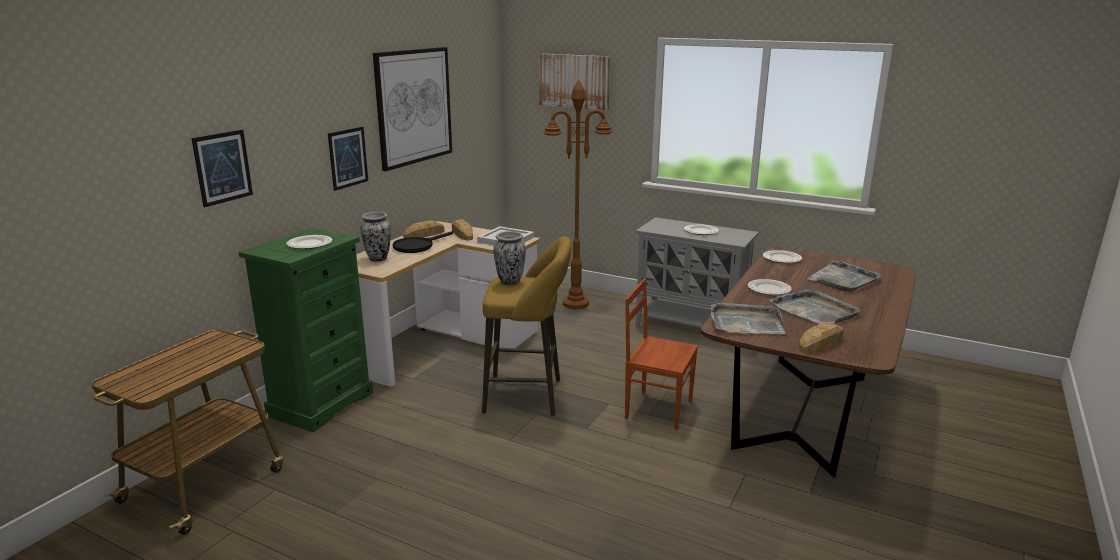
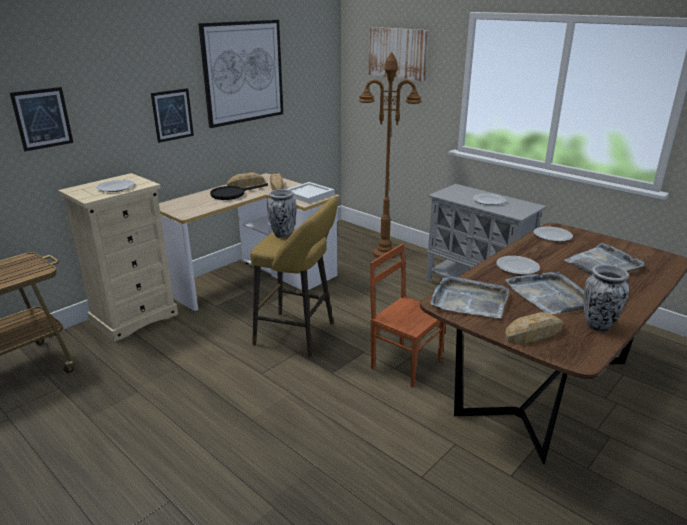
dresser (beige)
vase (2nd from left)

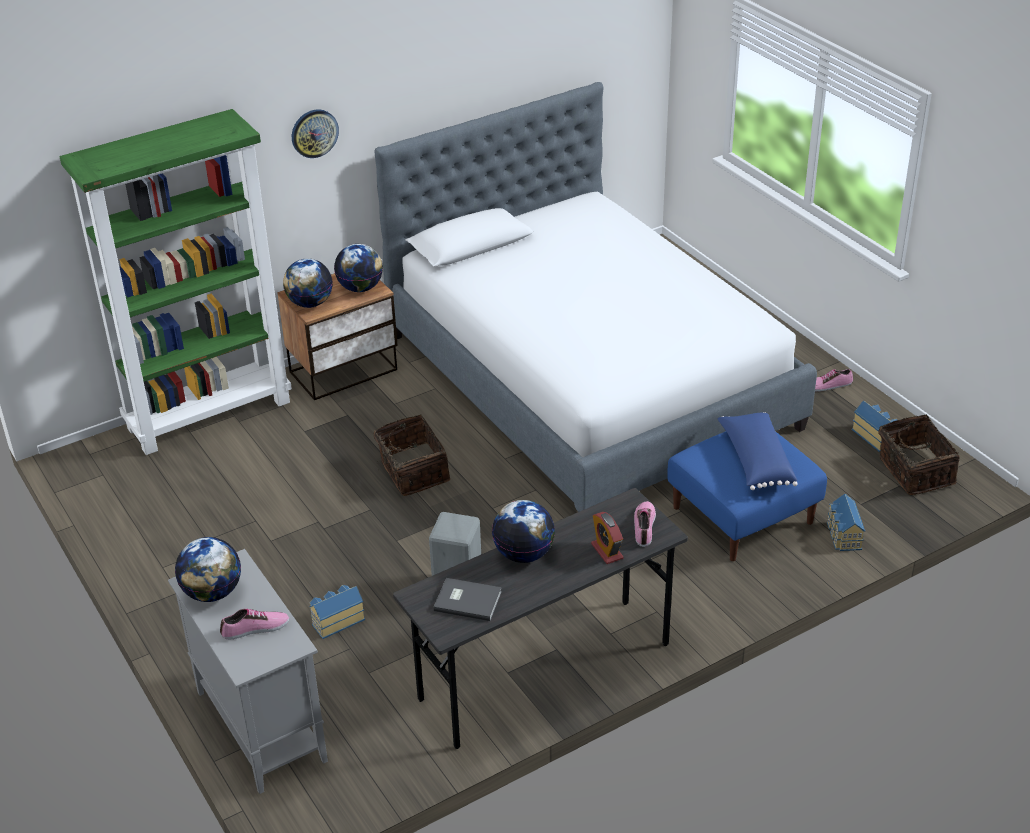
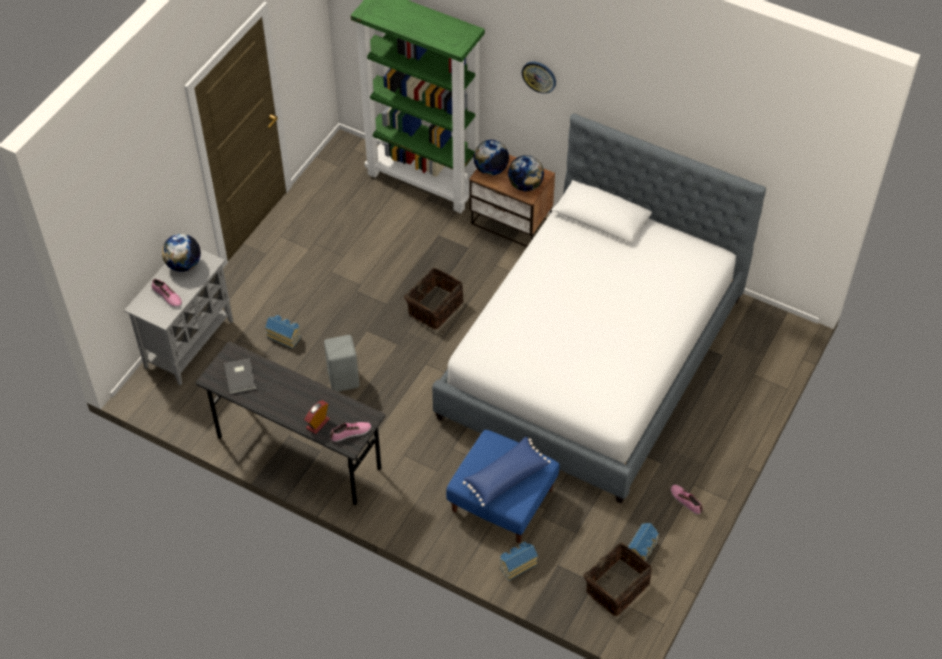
globe (4th from left in the first image)

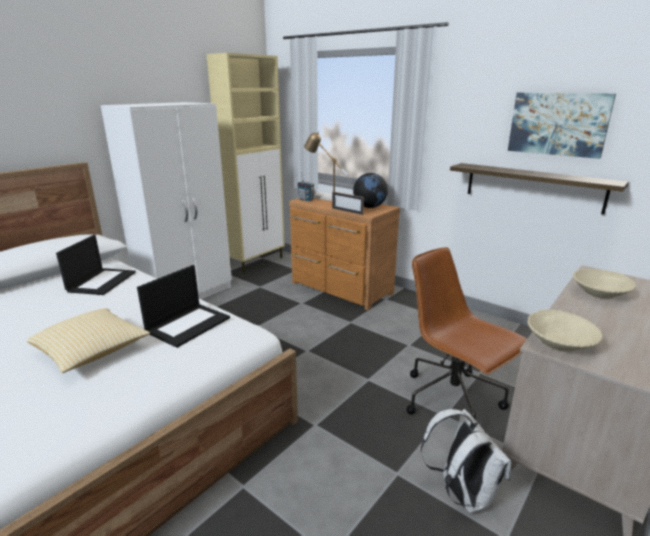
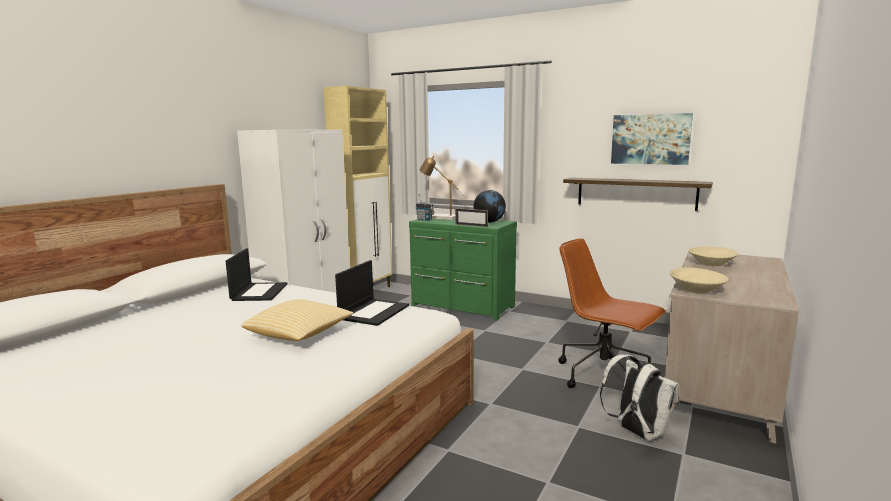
dresser (green)

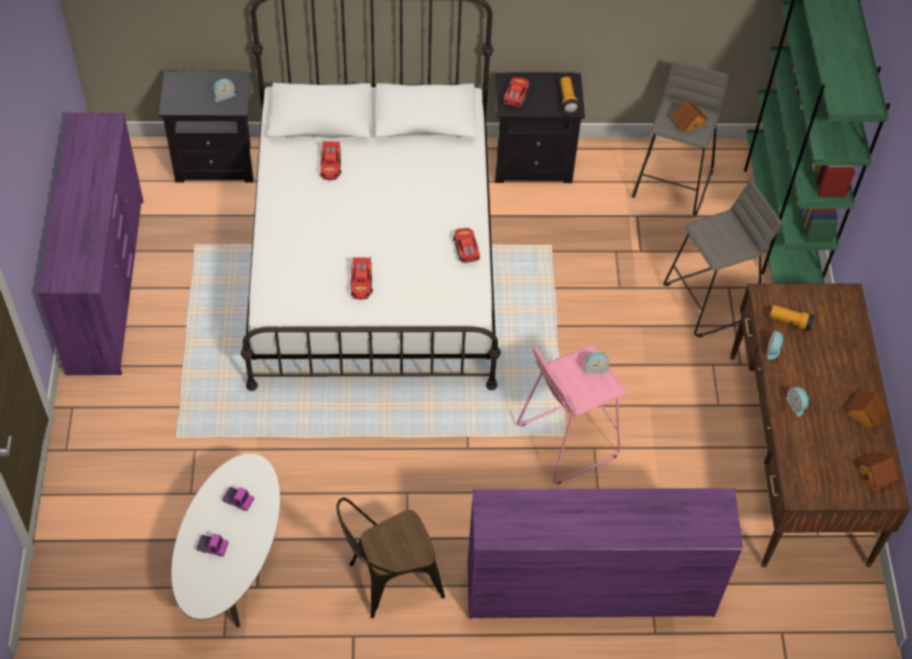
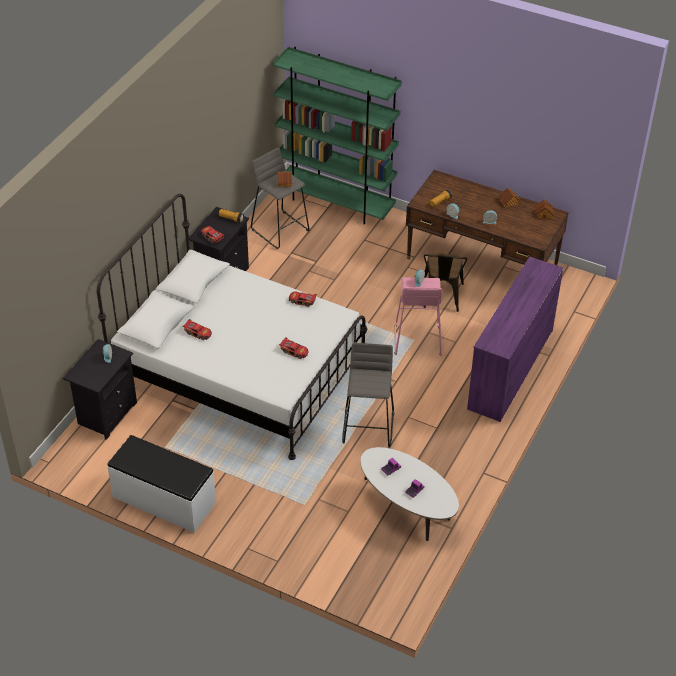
bench (white)
stool (grey) (2nd from left)
chair (brown)

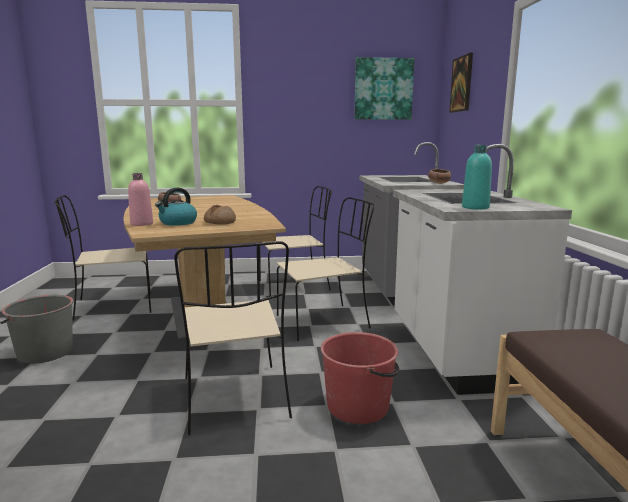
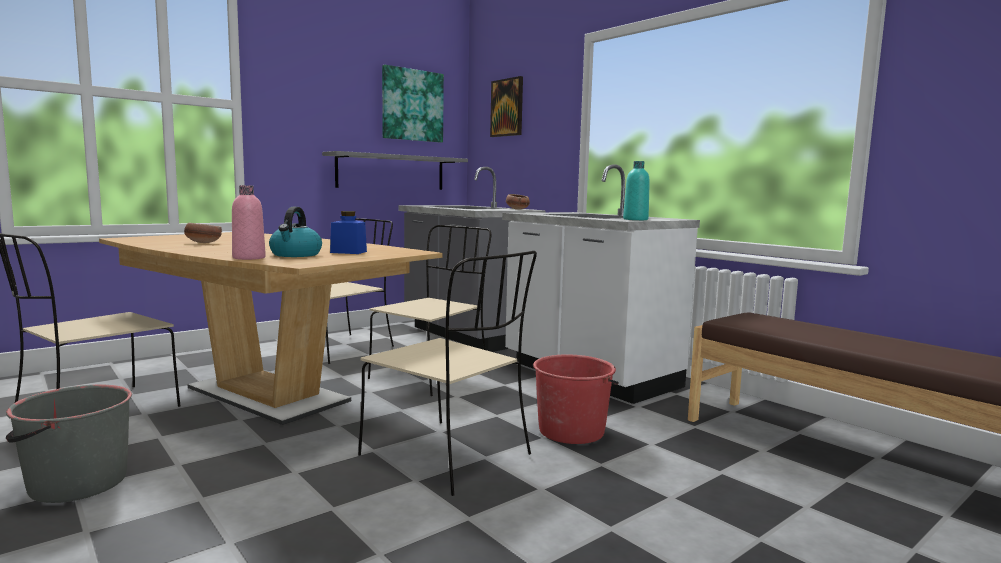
shelf (grey)
jar (blue)

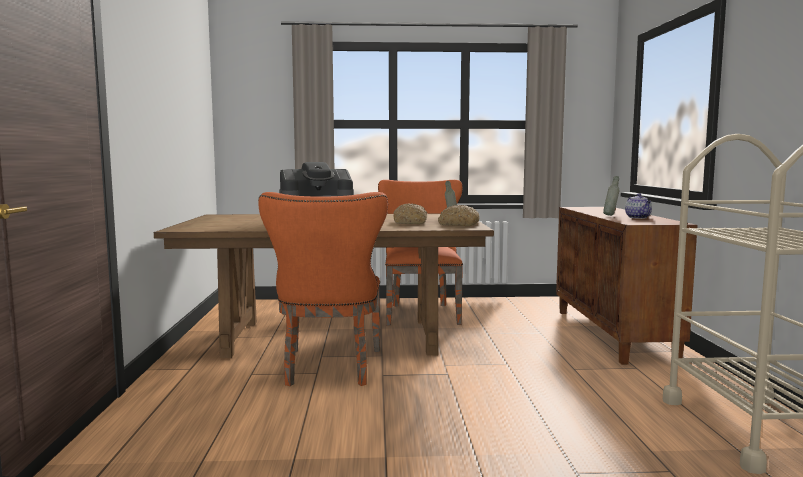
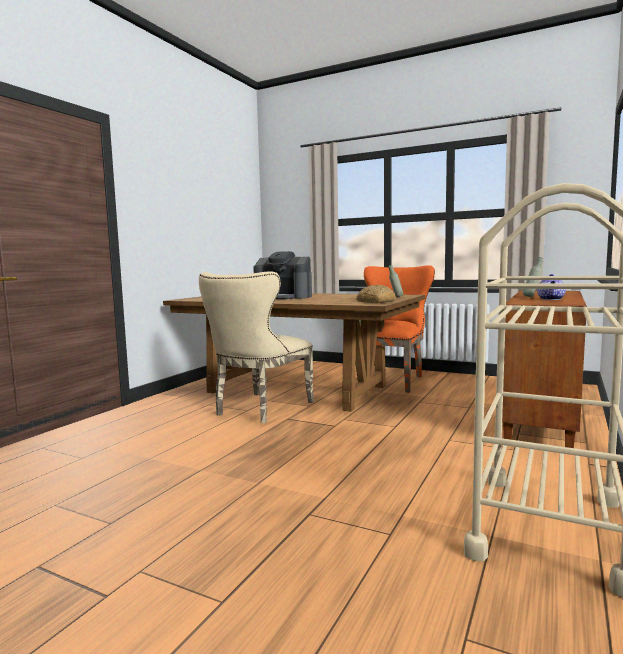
chair (beige)
bread (1st from left in the first image)

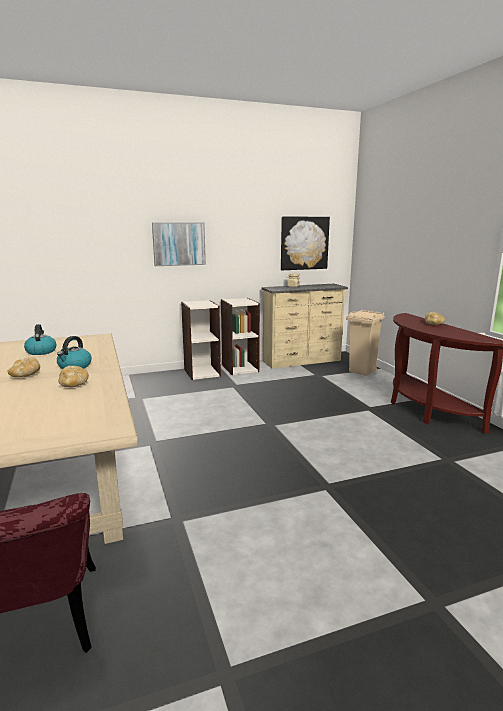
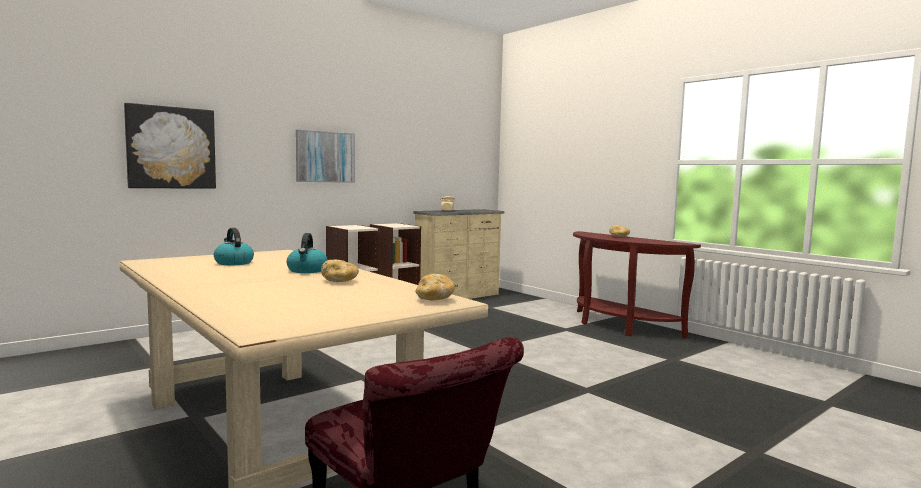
picture (1st from left)
bread (2nd from left)
trash can (beige)

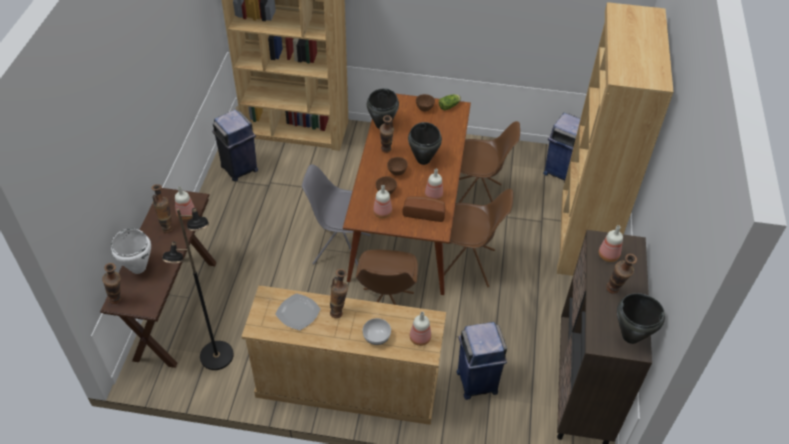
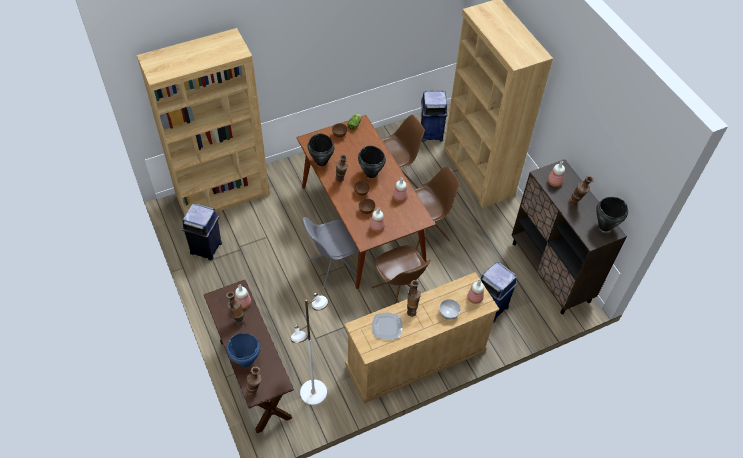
cooking pot (blue)
floor lamp (white)
bread

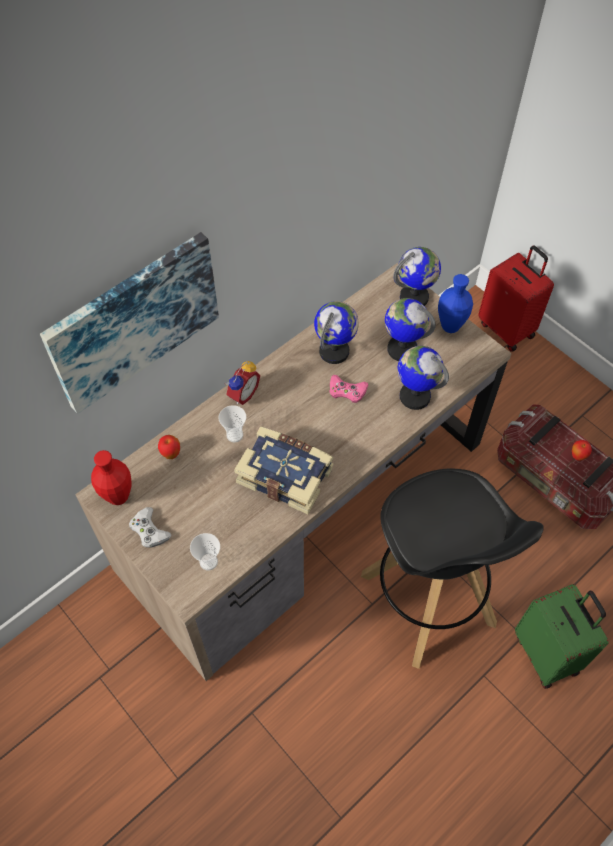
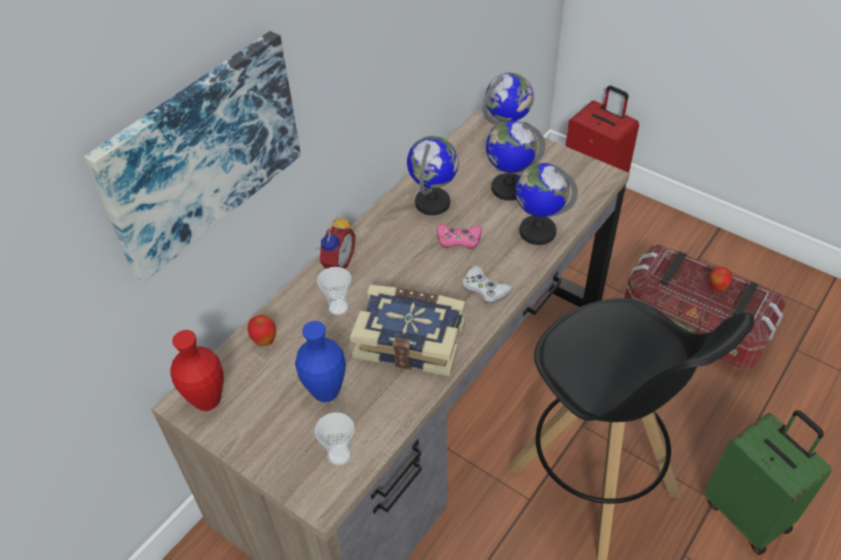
vase (blue)
game controller (white)

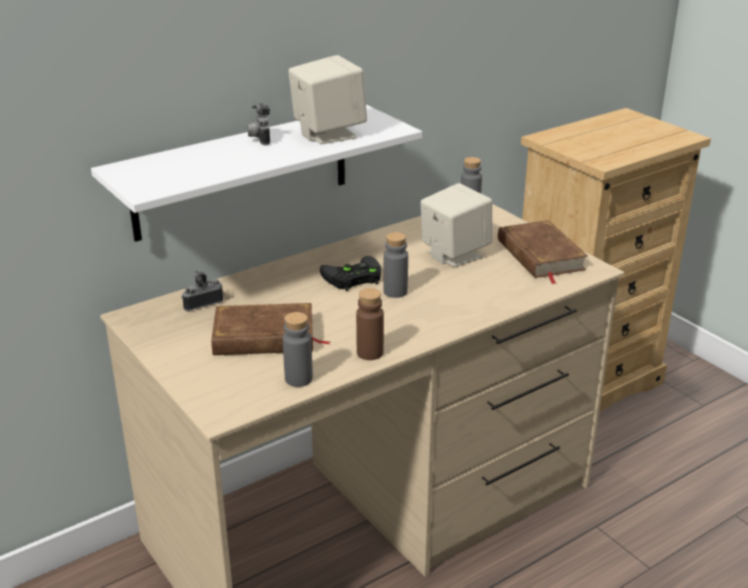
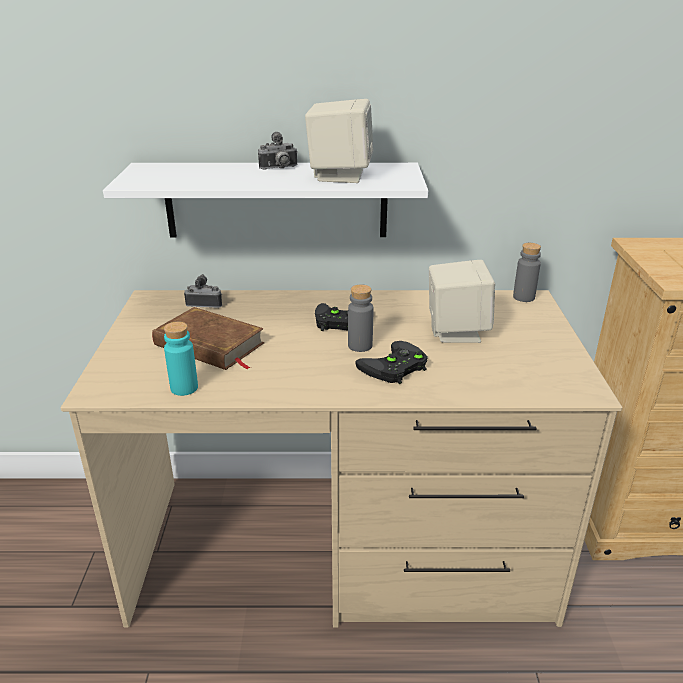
bottle (turquoise)
photo camera (2nd from left)
game controller (black) (2nd from left)
bottle (brown)
book (brown) (2nd from left in the first image)

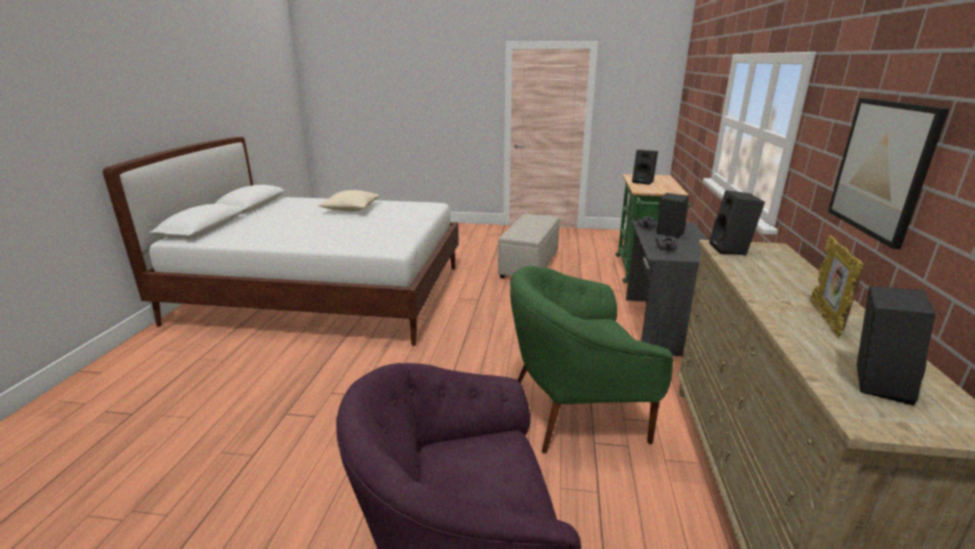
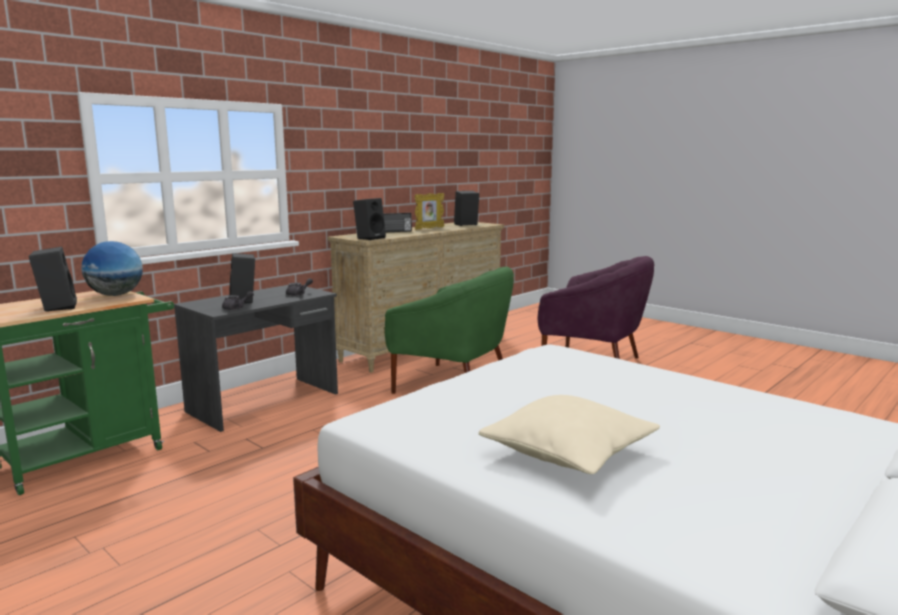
globe
radio
ottoman (beige)
picture

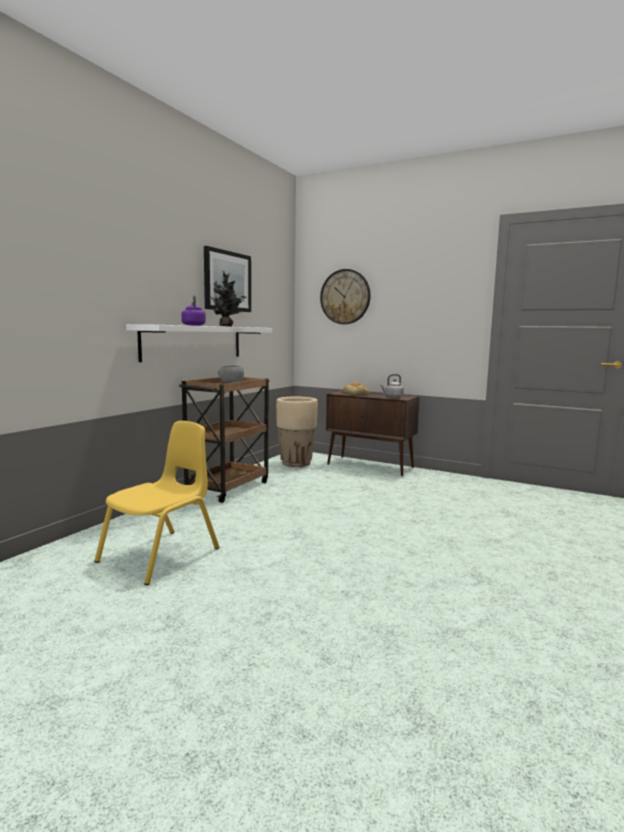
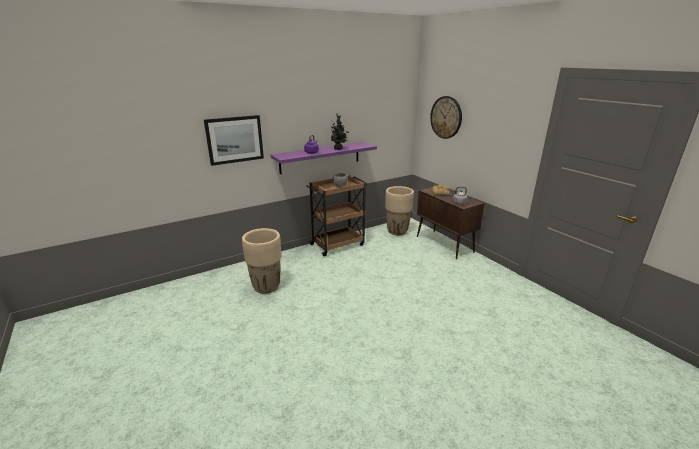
picture
planter (beige) (1st from left)
shelf (purple)

